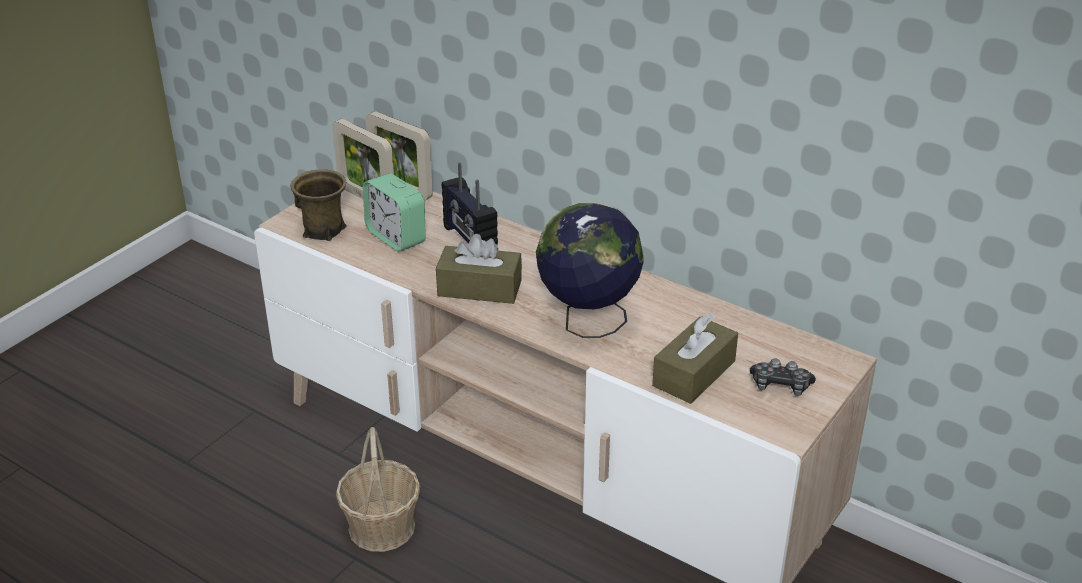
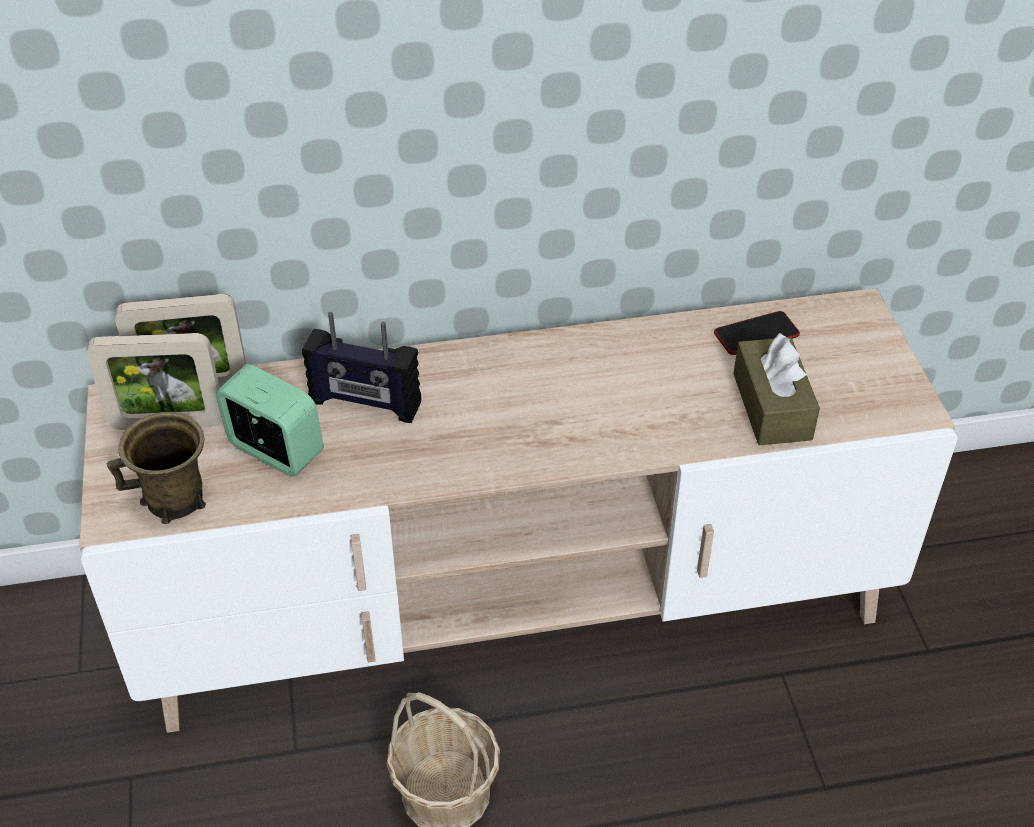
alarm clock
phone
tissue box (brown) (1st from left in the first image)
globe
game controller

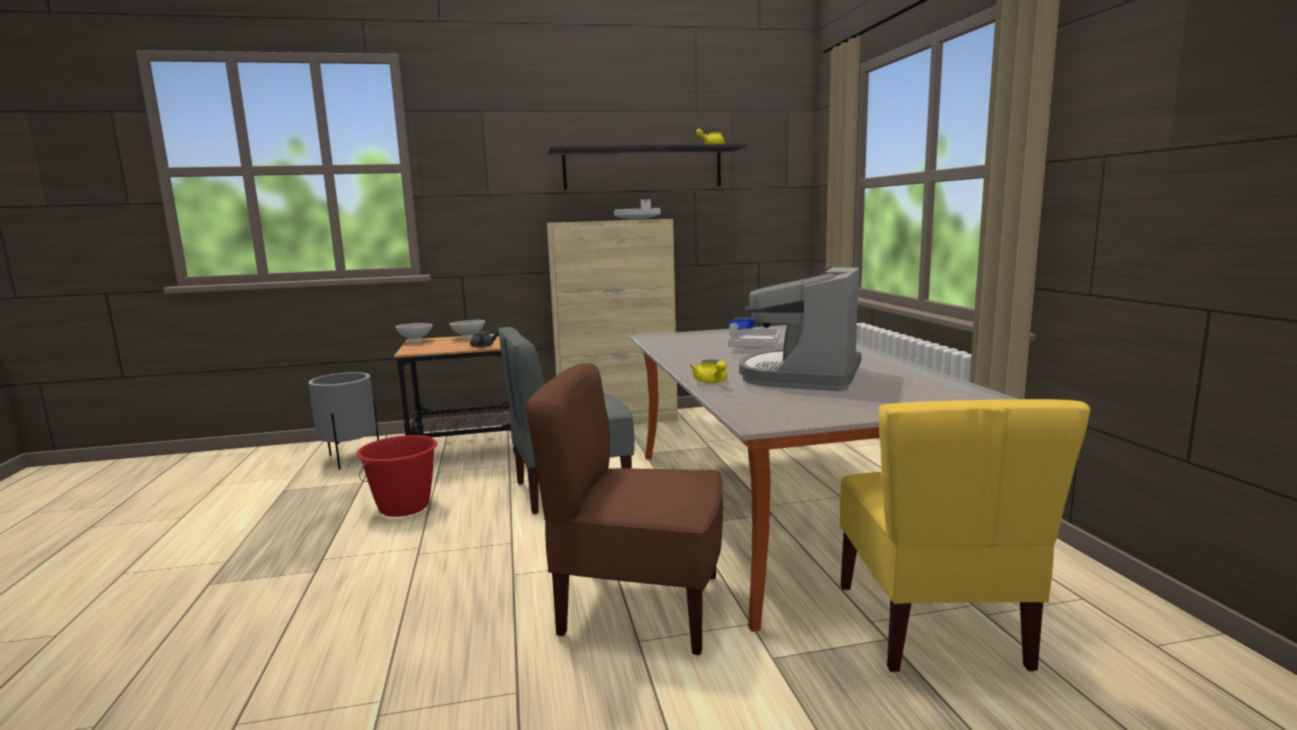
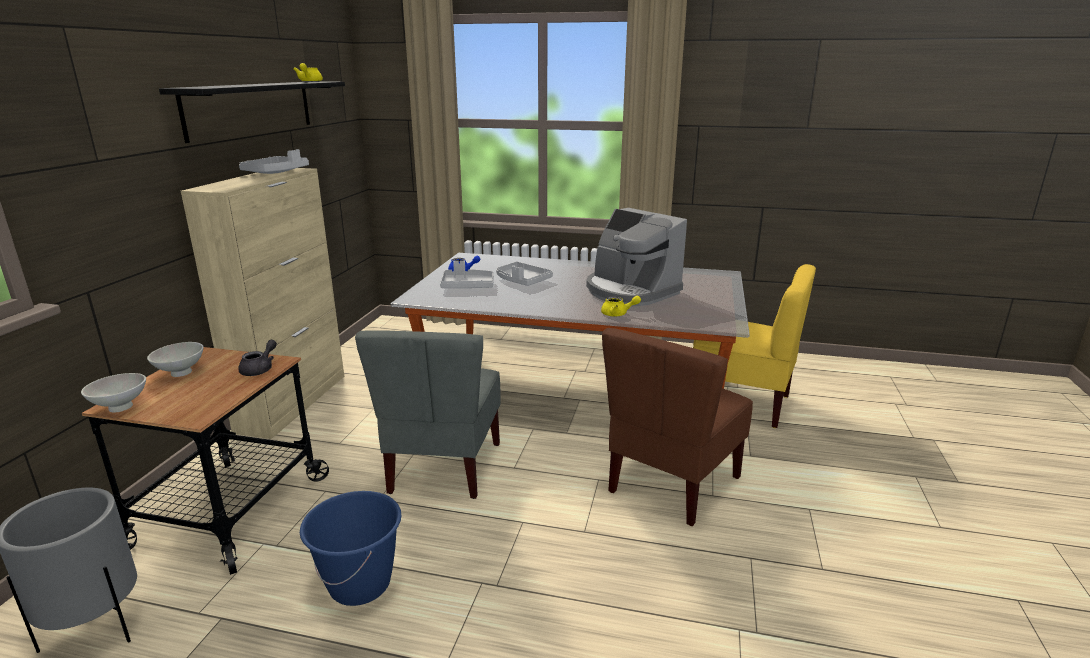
bucket (blue)
tray (grey) (2nd from left)

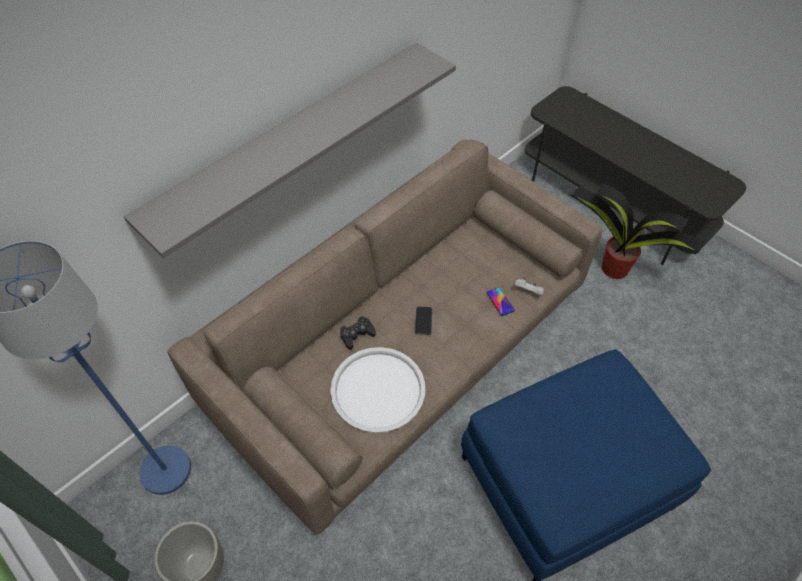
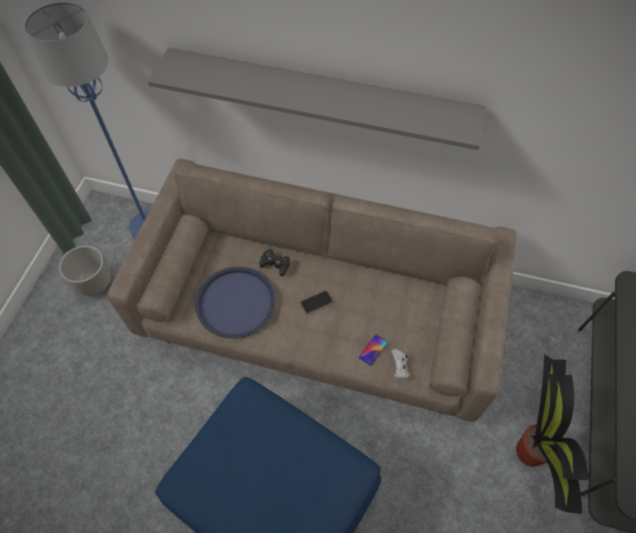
tray (blue)

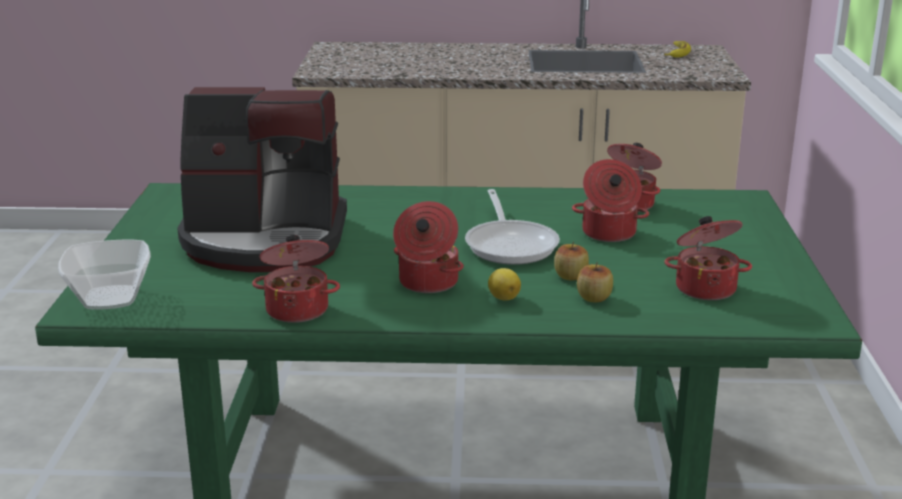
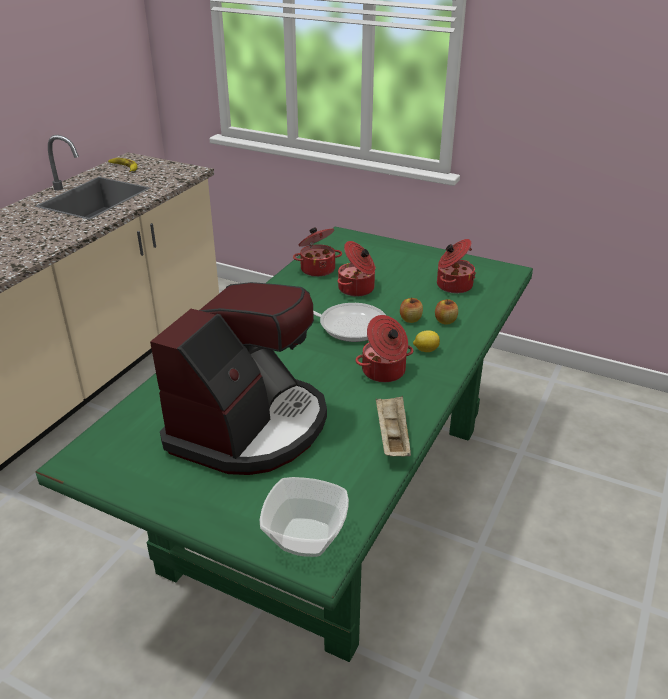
tray (beige)

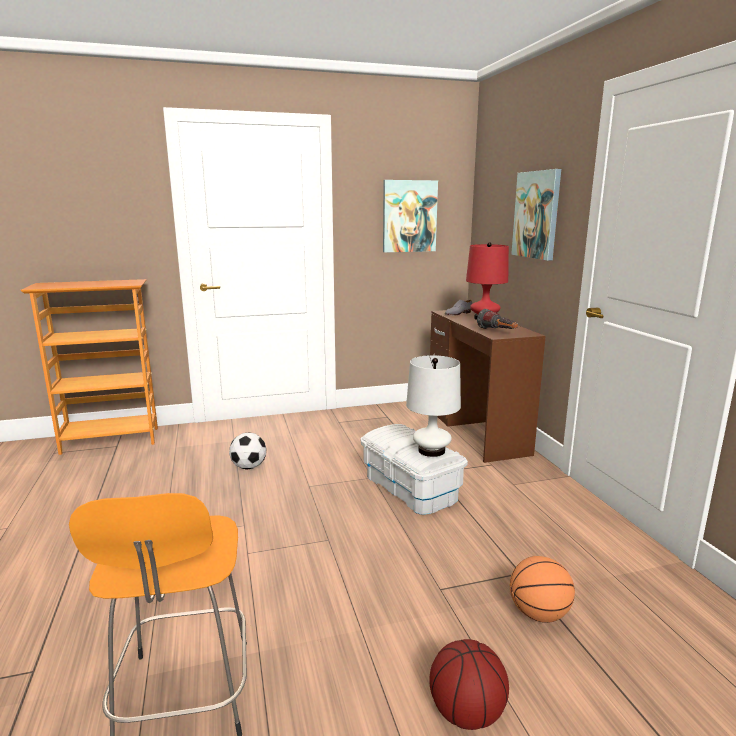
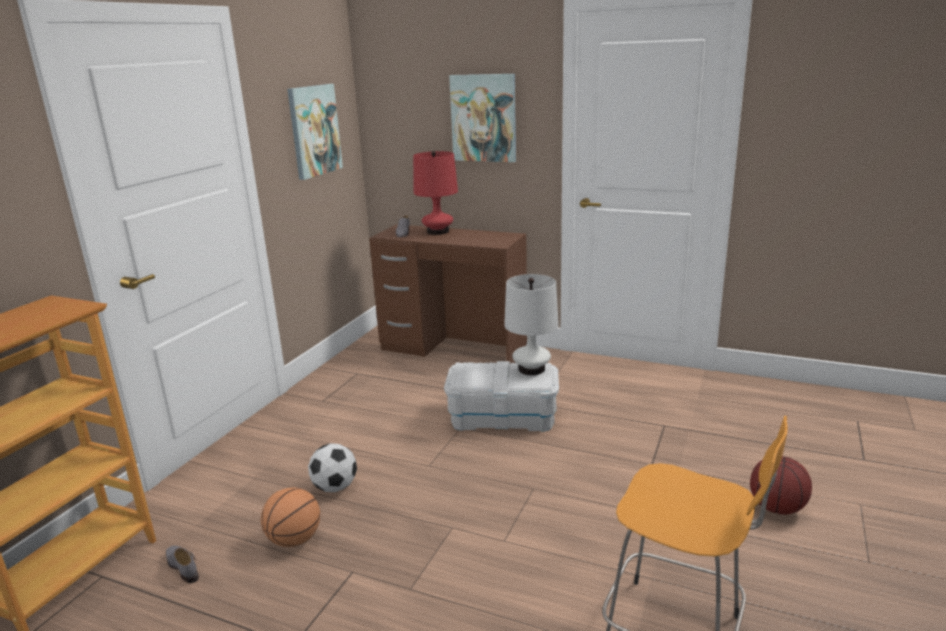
shoe (grey) (1st from left)
basketball (1st from left)
flashlight

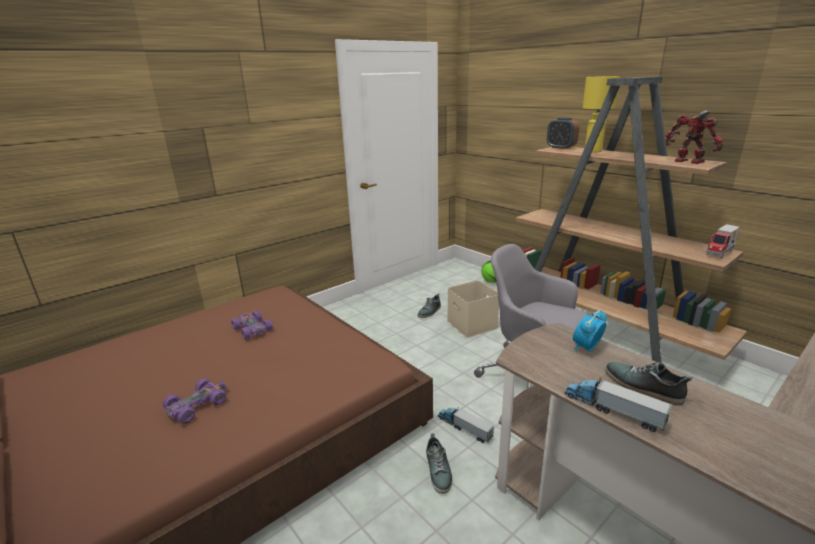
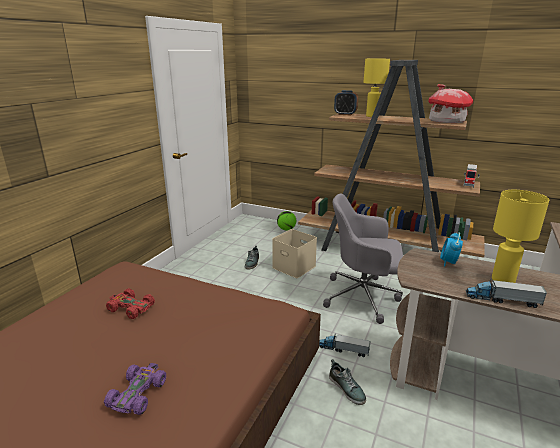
toy car (red)
toy house
table lamp (yellow) (2nd from left)

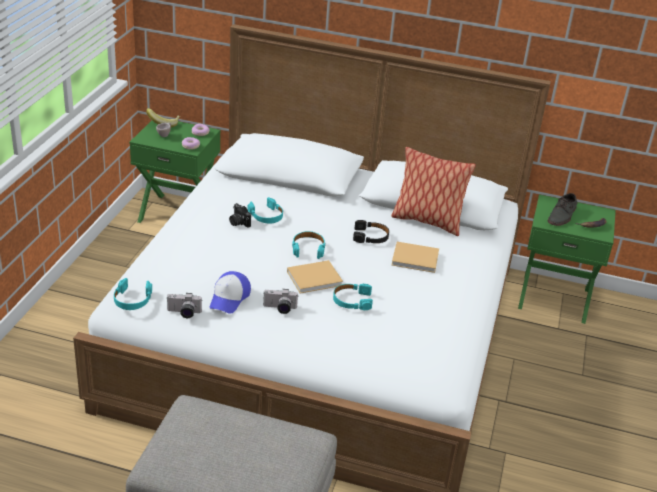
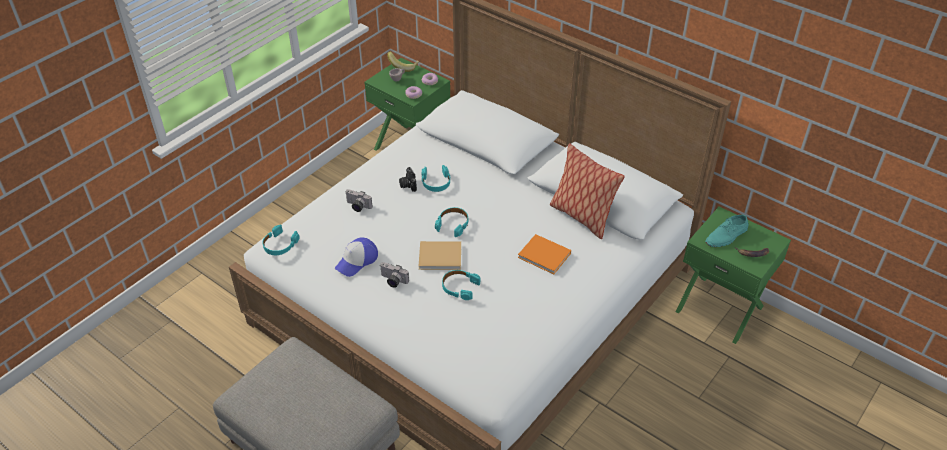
photo camera (1st from left)
book (orange)
shoe (turquoise)
headphones (black)

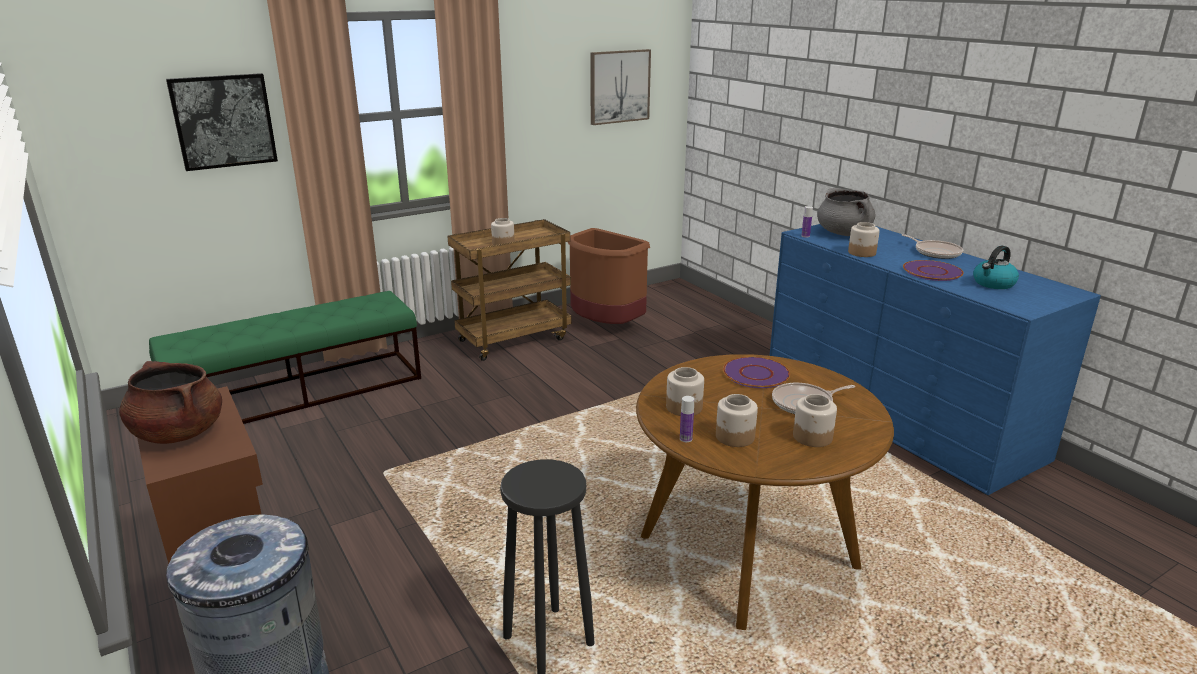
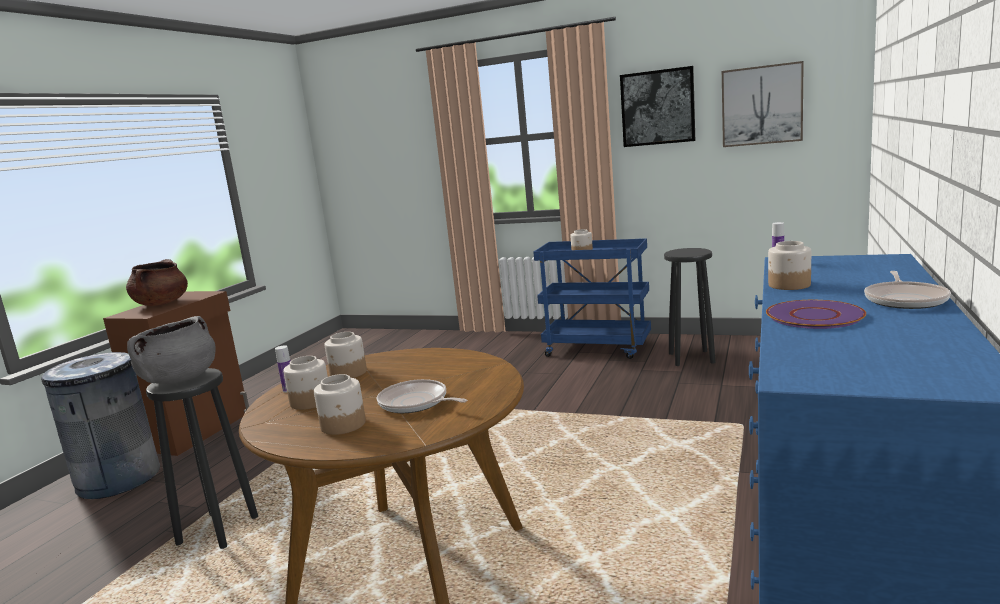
cooking pot (grey)
cart (blue)
picture (1st from left)
stool (black) (2nd from left)
bench (green)
plate (purple) (1st from left in the first image)
kettle

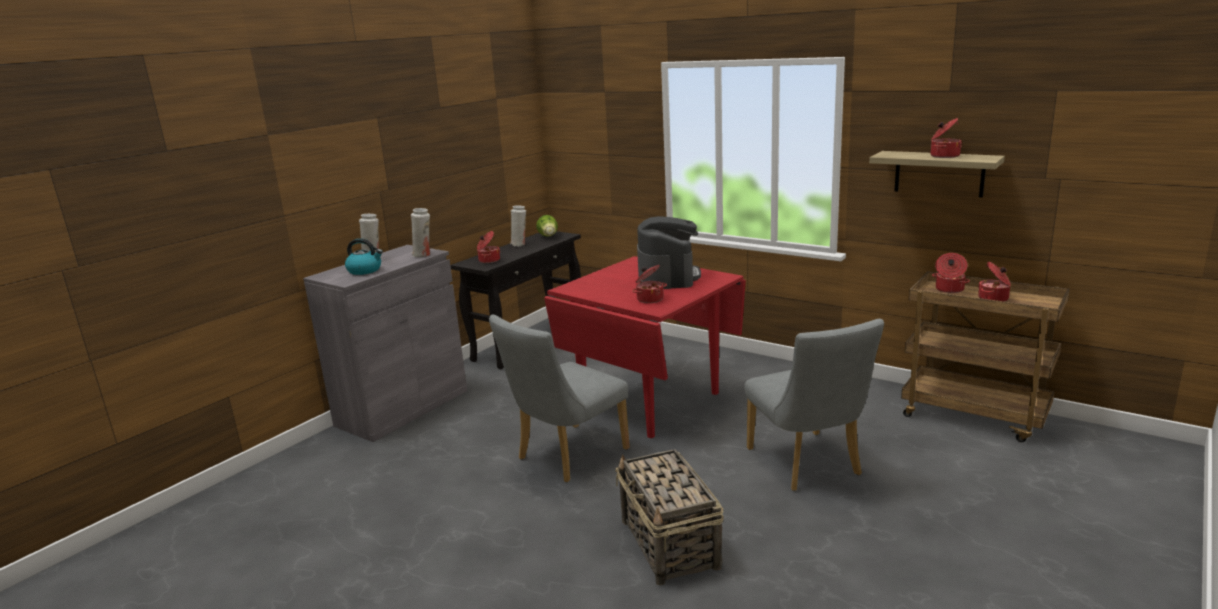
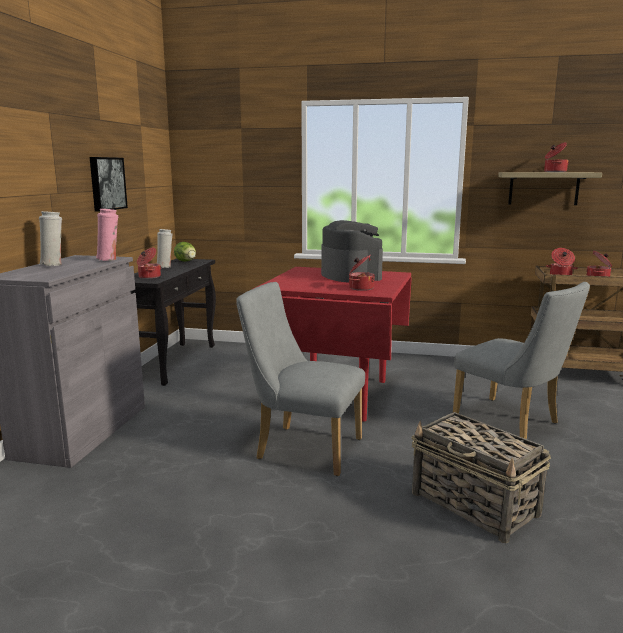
picture
vase (pink)
chair (grey) (1st from left)
kettle

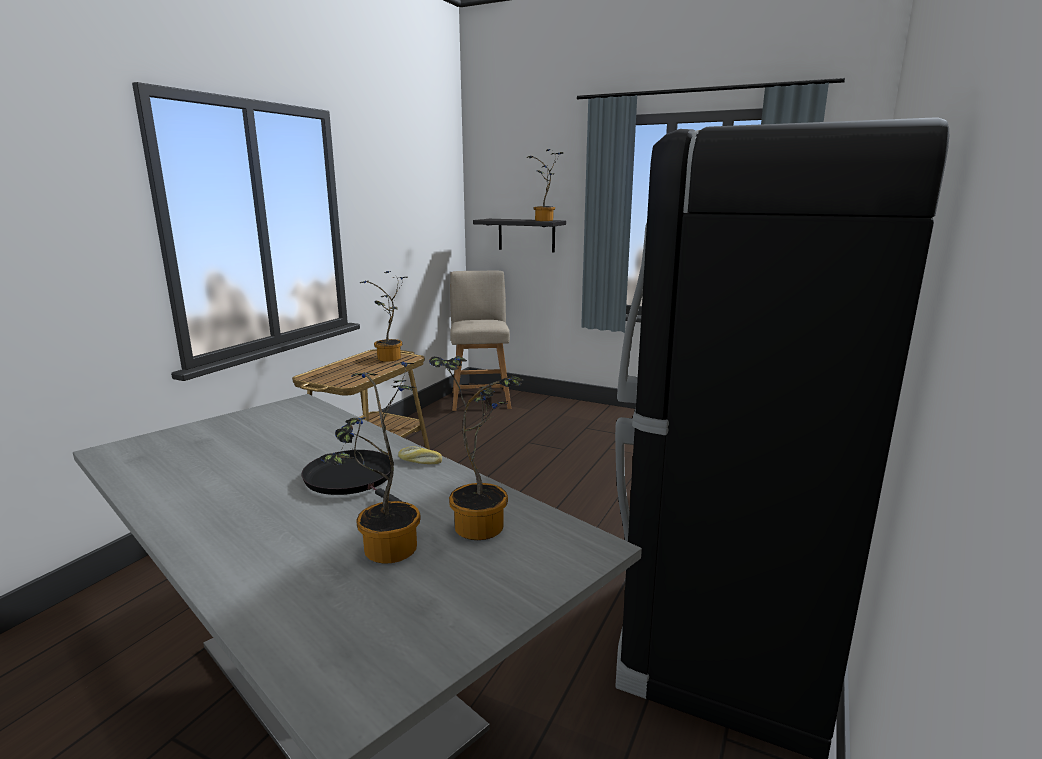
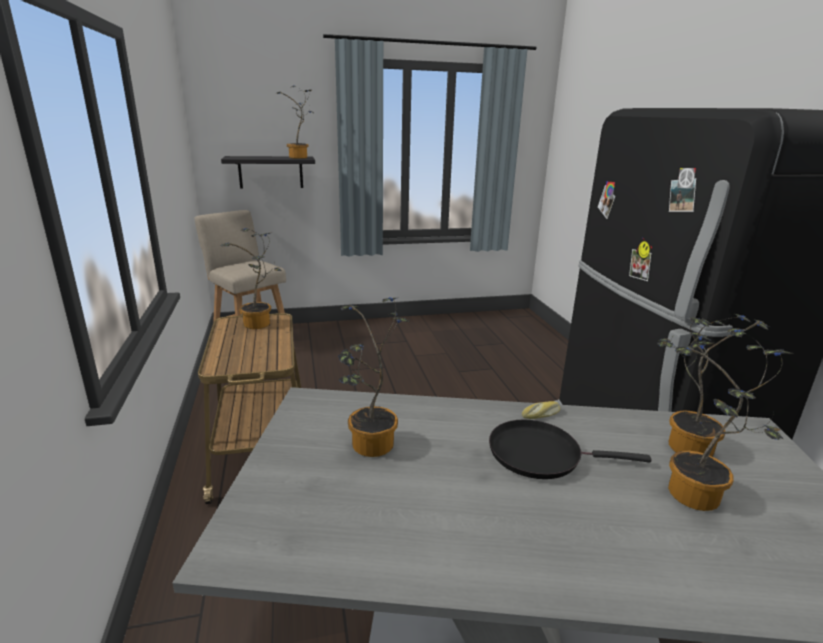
potted plant (3rd from left)

